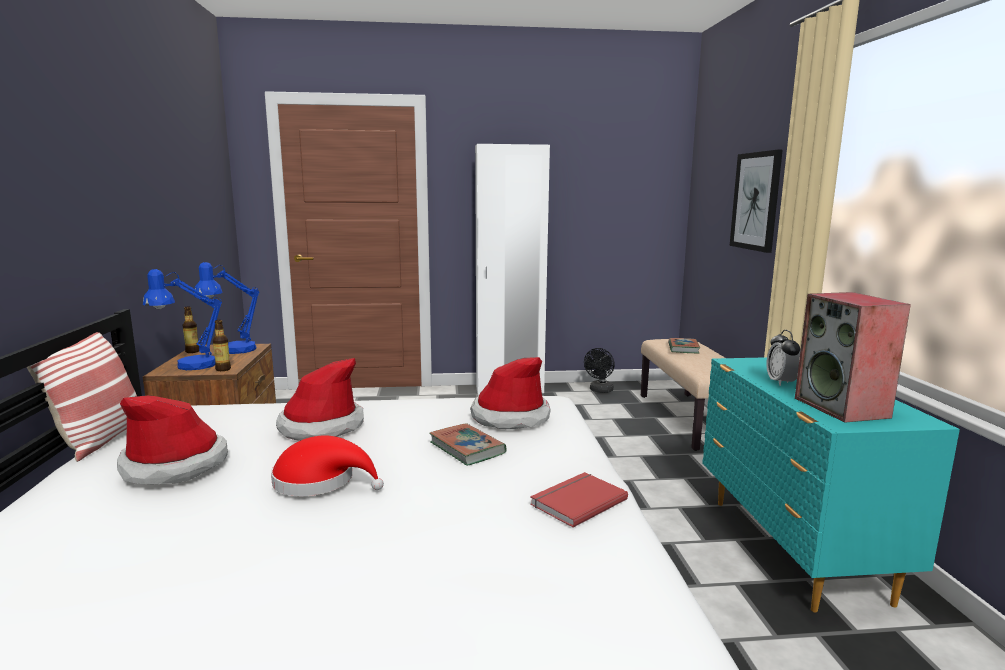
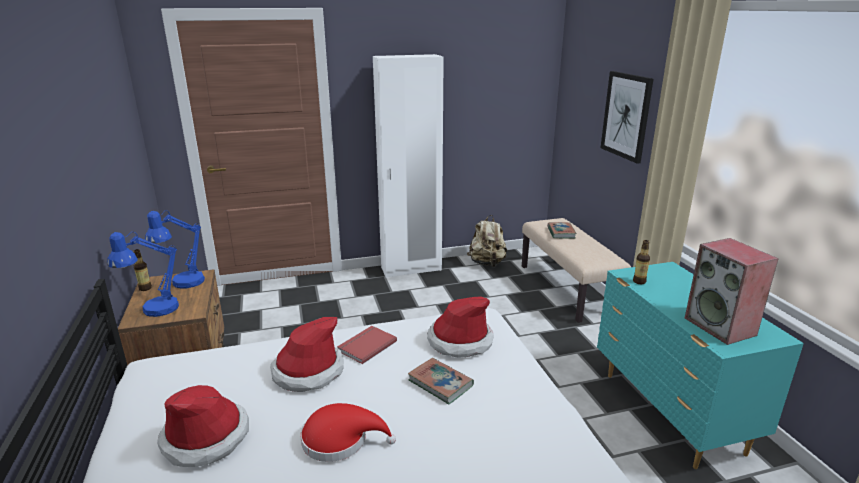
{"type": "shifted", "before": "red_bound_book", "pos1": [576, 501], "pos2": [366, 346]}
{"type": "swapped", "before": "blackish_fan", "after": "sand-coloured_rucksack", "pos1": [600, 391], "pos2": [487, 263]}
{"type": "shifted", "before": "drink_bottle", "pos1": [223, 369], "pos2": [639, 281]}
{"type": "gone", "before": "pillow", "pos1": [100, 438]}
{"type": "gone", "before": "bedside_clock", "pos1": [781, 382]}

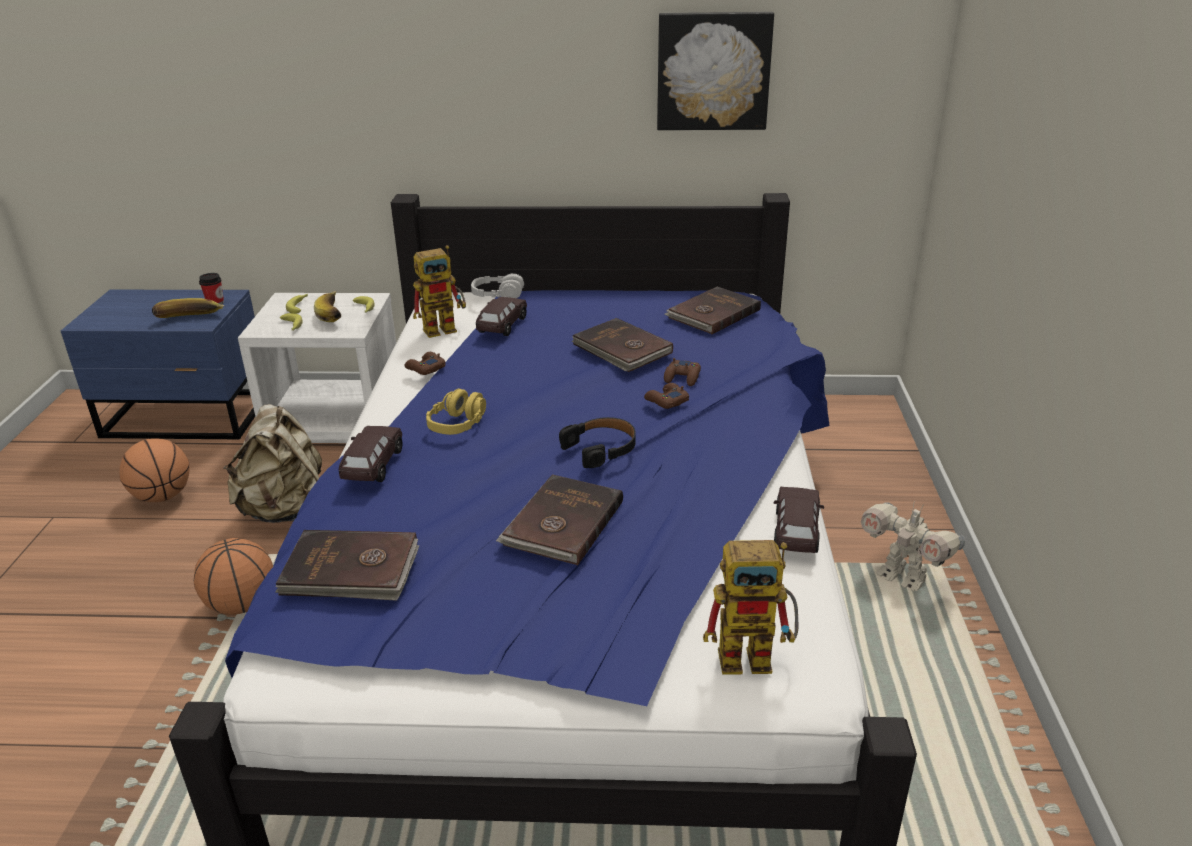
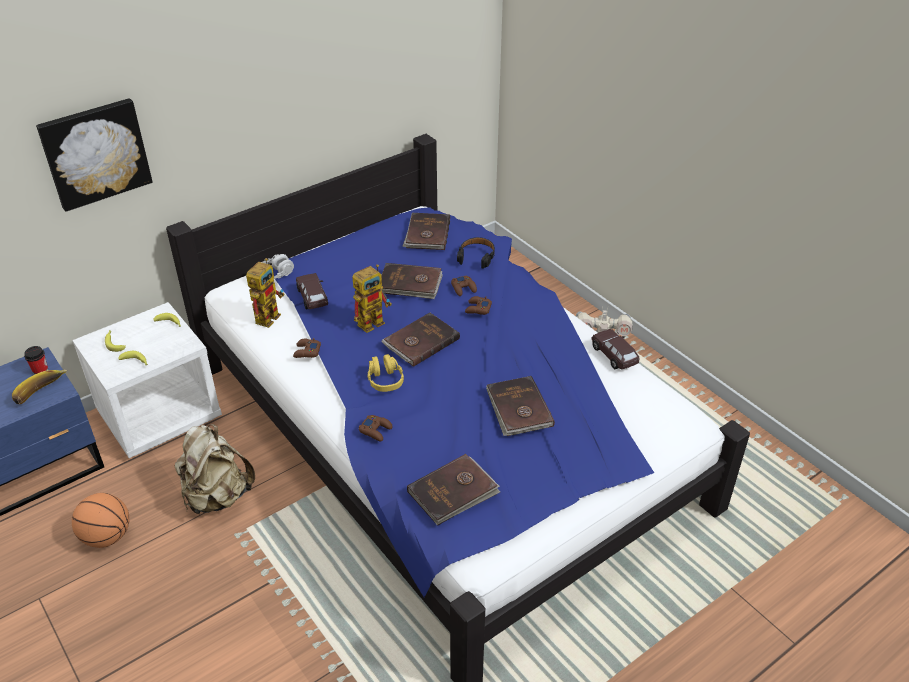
{"type": "shifted", "before": "picture", "pos1": [713, 71], "pos2": [95, 153]}
{"type": "shifted", "before": "robot_figure", "pos1": [756, 656], "pos2": [374, 320]}
{"type": "swapped", "before": "brown_model_car", "after": "brown_gamepad", "pos1": [373, 466], "pos2": [376, 430]}
{"type": "new", "after": "brown_bound_book", "pos2": [420, 341]}
{"type": "shifted", "before": "blackish_headphones", "pos1": [601, 448], "pos2": [476, 256]}
{"type": "gone", "before": "basketball", "pos1": [242, 605]}
{"type": "gone", "before": "whole_banana", "pos1": [335, 314]}

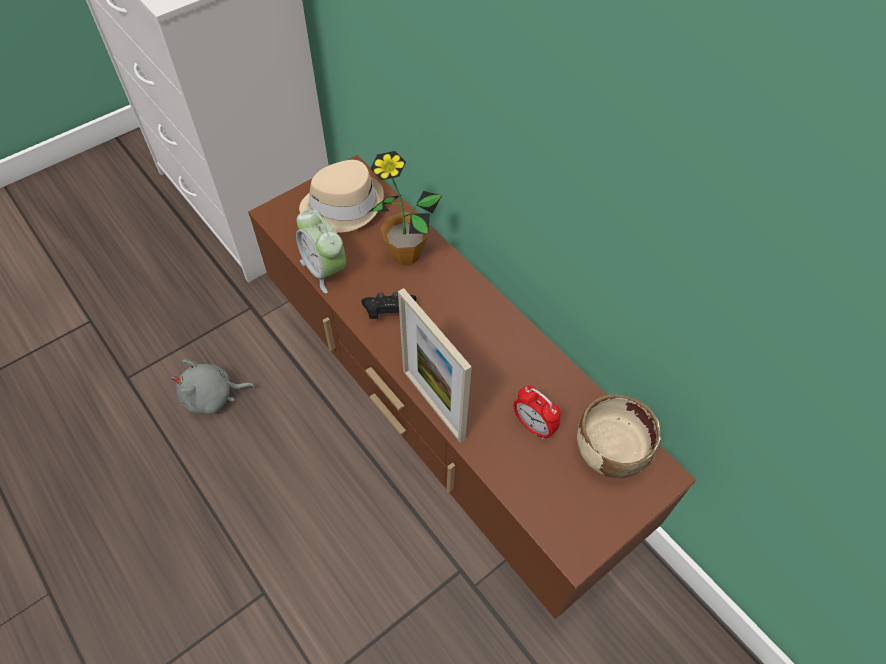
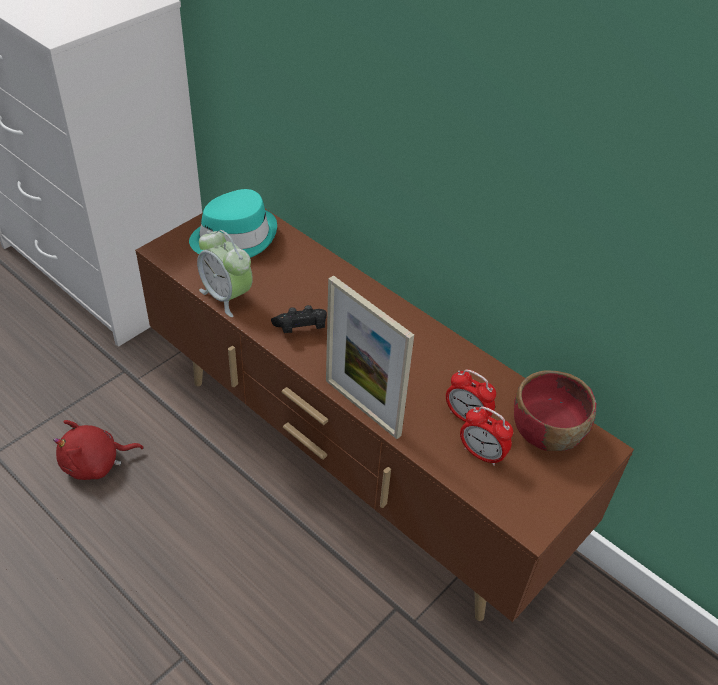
{"type": "repainted", "before": "greyish_cuddly_toy", "after": "red_cuddly_toy", "pos1": [213, 397], "pos2": [96, 463]}
{"type": "repainted", "before": "sand-coloured_wearable_hat", "after": "turquoise-coloured_wearable_hat", "pos1": [343, 205], "pos2": [234, 237]}
{"type": "new", "after": "bedside_clock", "pos2": [481, 454]}
{"type": "repainted", "before": "sand-coloured_bowl", "after": "red_bowl", "pos1": [609, 452], "pos2": [545, 433]}
{"type": "gone", "before": "houseplant", "pos1": [405, 254]}

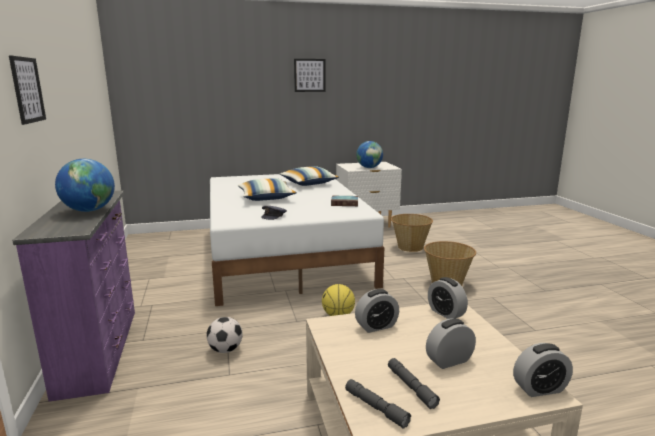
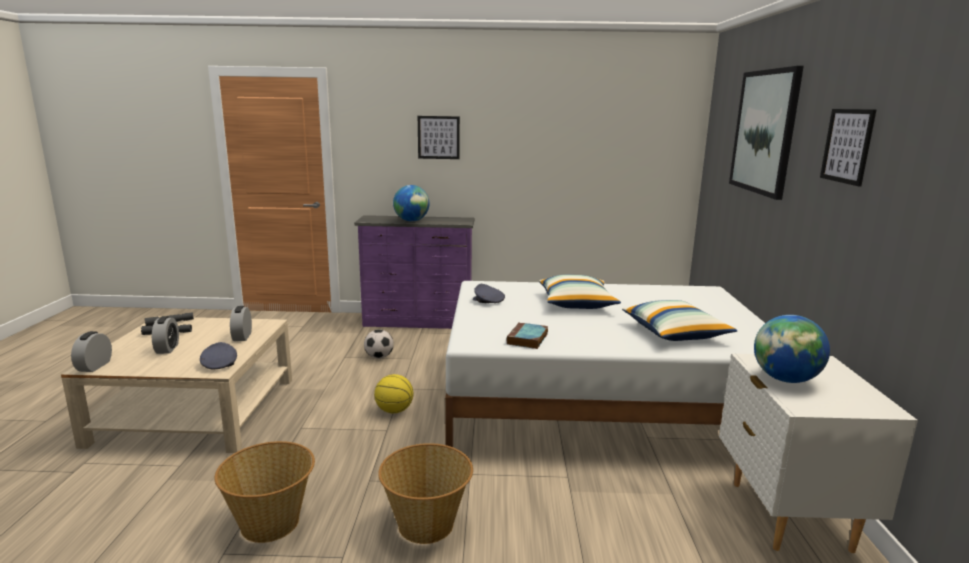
{"type": "swapped", "before": "bedside_clock", "after": "greyish_cap", "pos1": [445, 313], "pos2": [219, 364]}
{"type": "shifted", "before": "storage_basket", "pos1": [410, 247], "pos2": [271, 523]}
{"type": "new", "after": "picture", "pos2": [764, 132]}

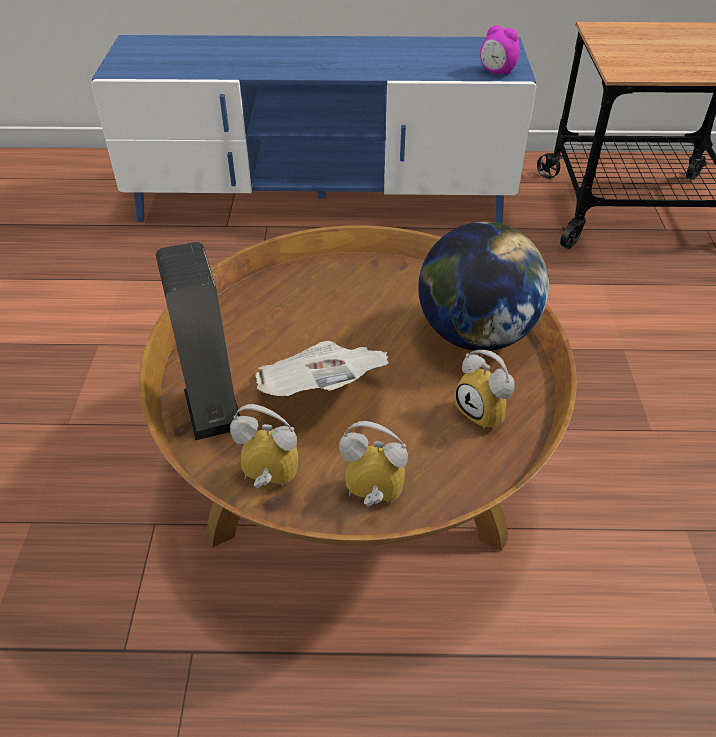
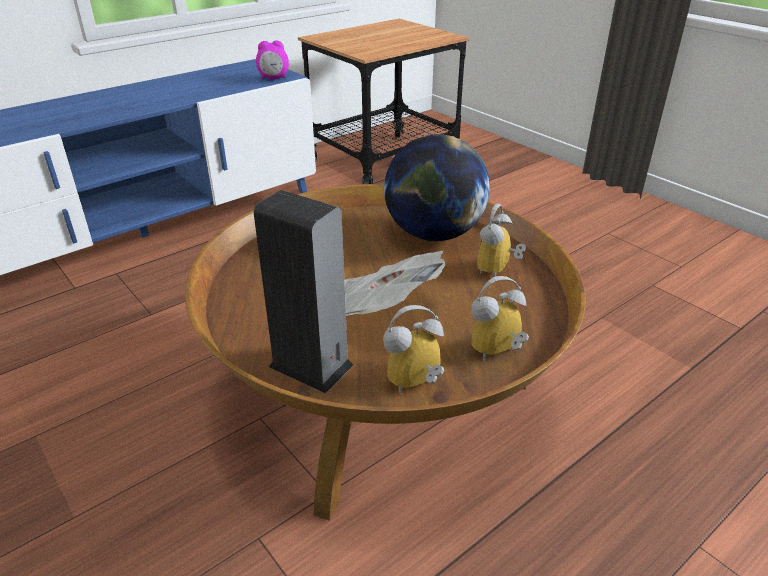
{"type": "rotated", "before": "bedside_clock", "pos1": [486, 412], "pos2": [498, 271], "turn": 105}

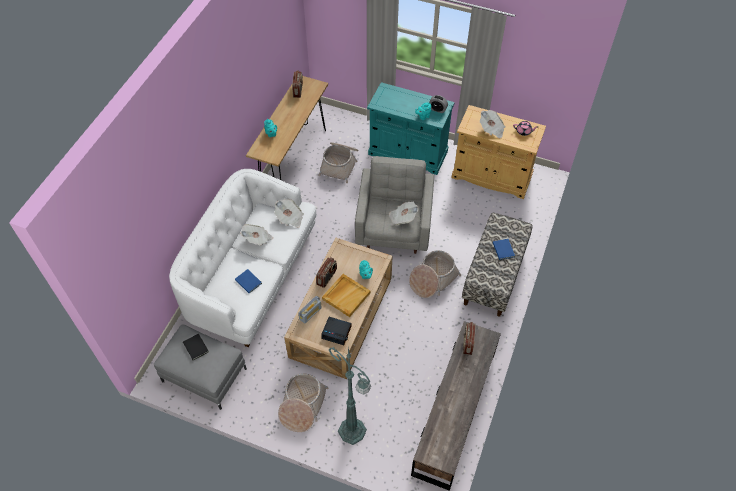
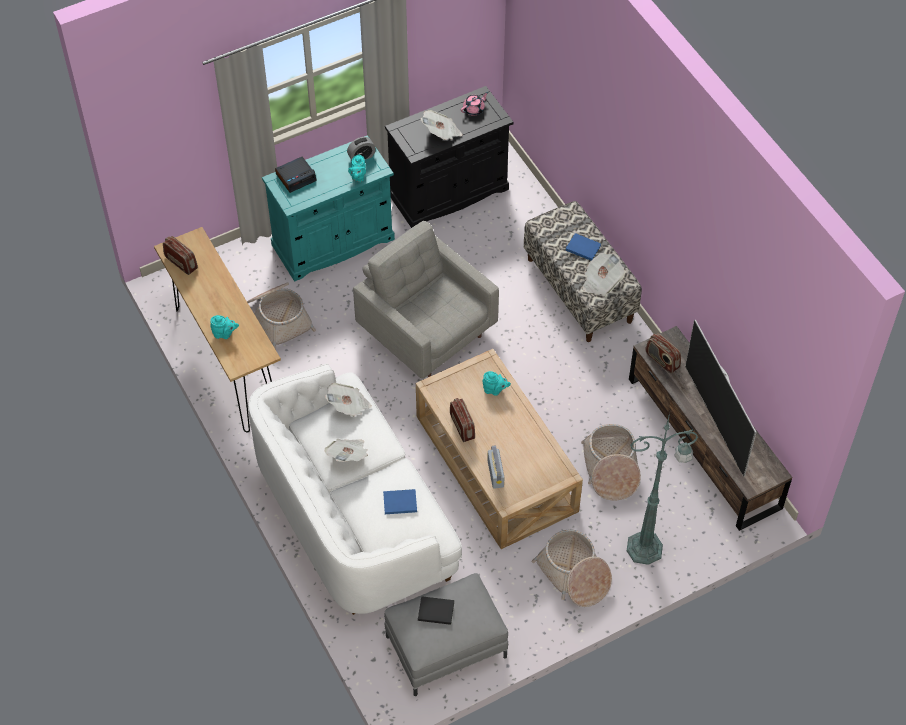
{"type": "shifted", "before": "bedside_clock", "pos1": [337, 332], "pos2": [296, 177]}
{"type": "repainted", "before": "sand-coloured_cabinet", "after": "blackish_cabinet", "pos1": [491, 176], "pos2": [449, 192]}
{"type": "shifted", "before": "storage_basket", "pos1": [432, 279], "pos2": [610, 469]}
{"type": "shifted", "before": "daily_paper", "pos1": [402, 218], "pos2": [601, 281]}
{"type": "new", "after": "television", "pos2": [715, 420]}
{"type": "gone", "before": "sand-coloured_tray", "pos1": [346, 295]}

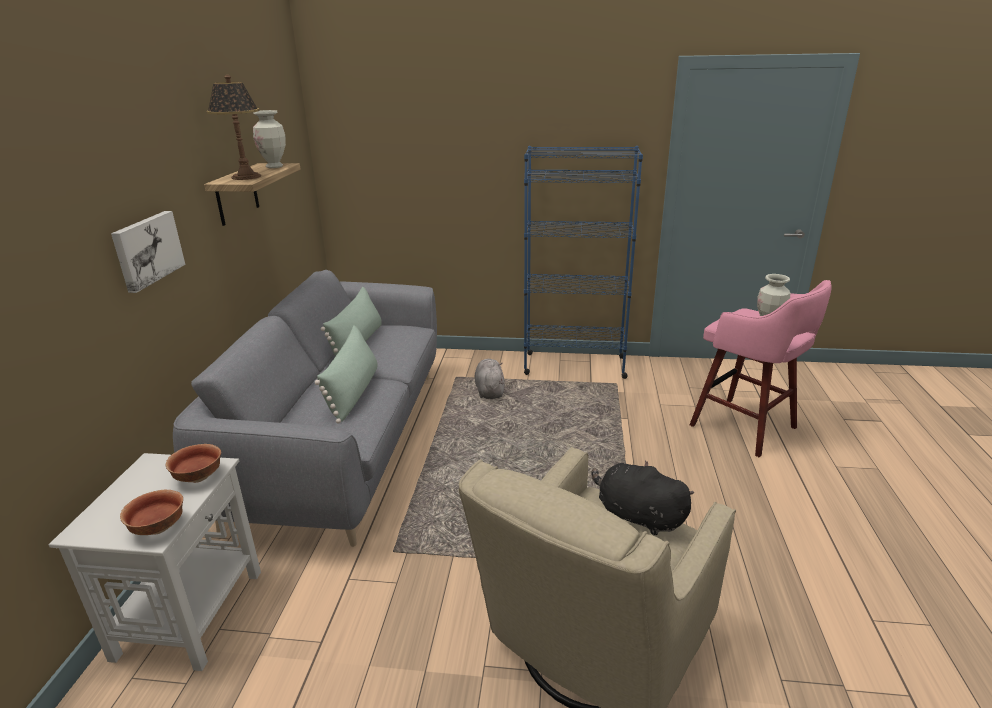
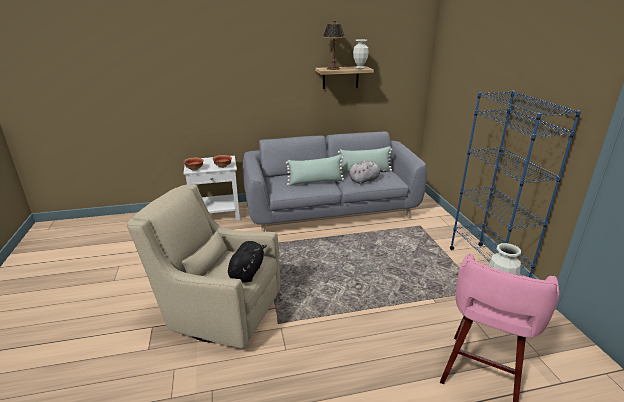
{"type": "shifted", "before": "greyish_cuddly_toy", "pos1": [489, 390], "pos2": [365, 180]}
{"type": "gone", "before": "picture", "pos1": [147, 250]}

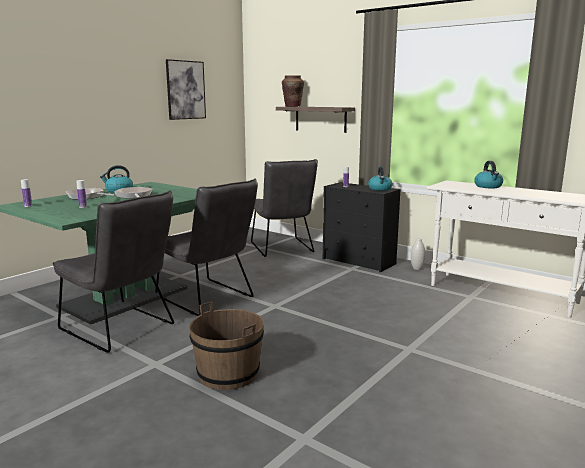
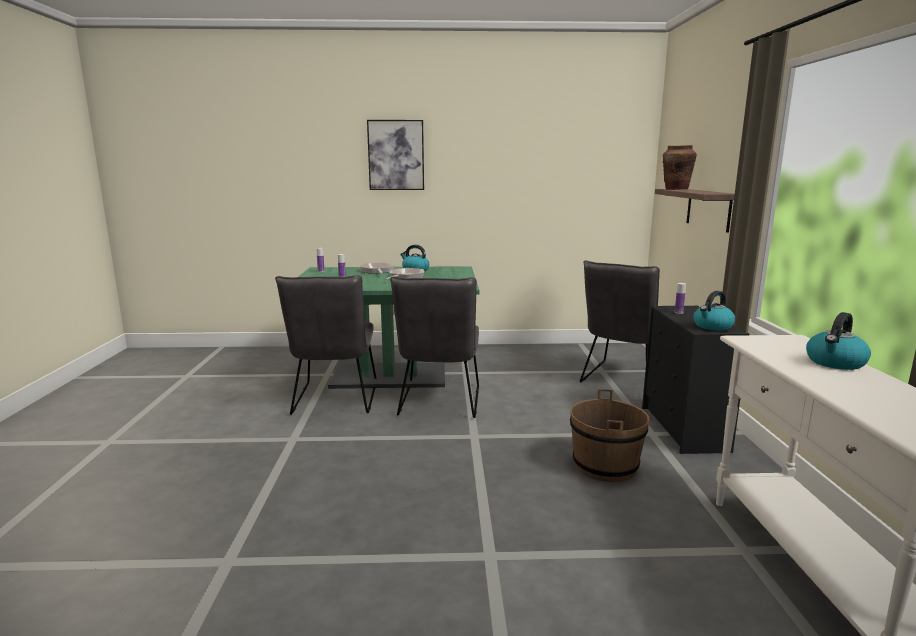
{"type": "shifted", "before": "picture", "pos1": [185, 90], "pos2": [396, 155]}
{"type": "shifted", "before": "brown_water_bucket", "pos1": [228, 374], "pos2": [605, 466]}
{"type": "gone", "before": "white_flower_vase", "pos1": [417, 268]}

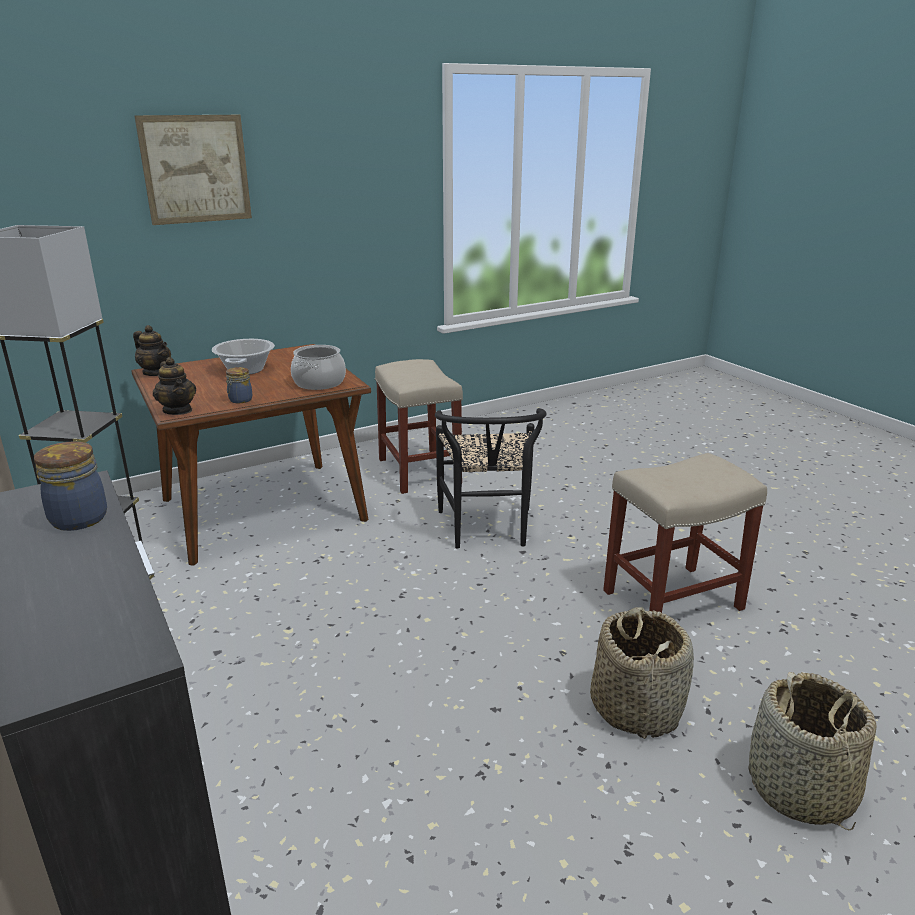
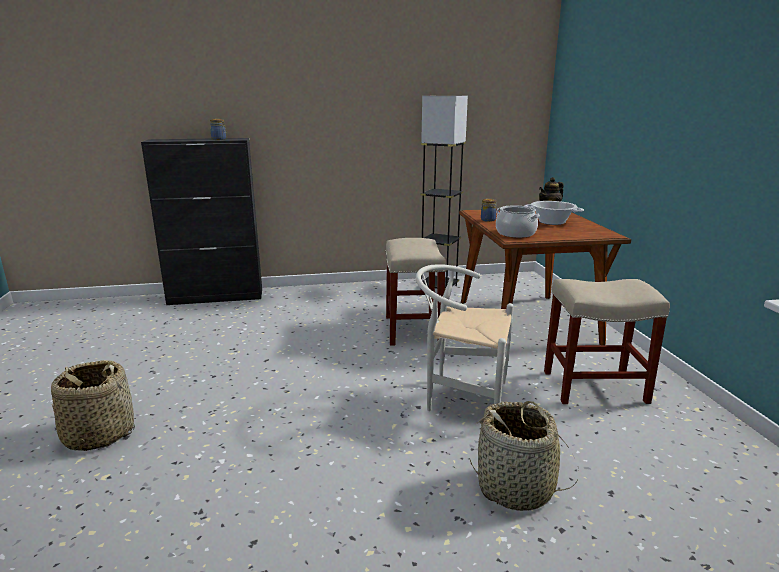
{"type": "shifted", "before": "sand-coloured_stool", "pos1": [671, 601], "pos2": [412, 329]}
{"type": "repainted", "before": "blackish_chair", "after": "white_chair", "pos1": [487, 531], "pos2": [460, 398]}
{"type": "shifted", "before": "storage_basket", "pos1": [636, 707], "pos2": [516, 488]}
{"type": "gone", "before": "picture", "pos1": [195, 169]}
{"type": "gone", "before": "tea_pot", "pos1": [178, 410]}

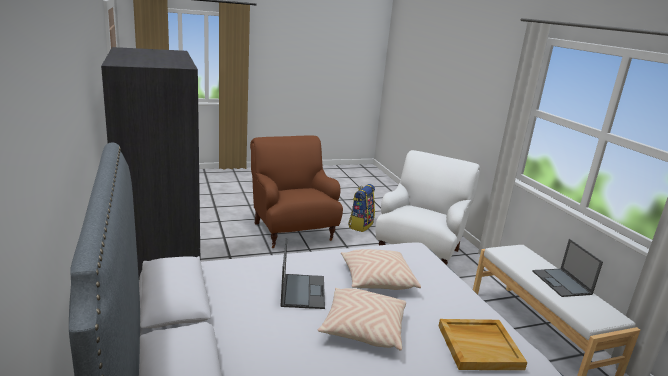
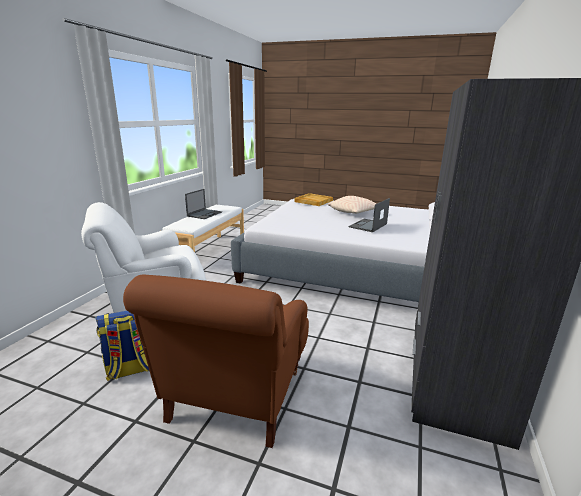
{"type": "gone", "before": "sand-coloured_pillow", "pos1": [377, 280]}

